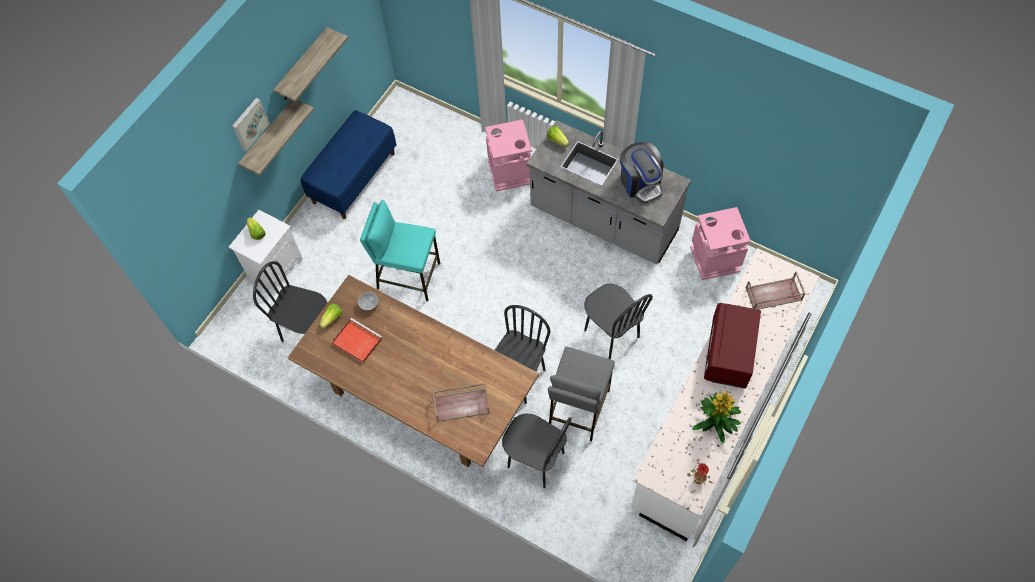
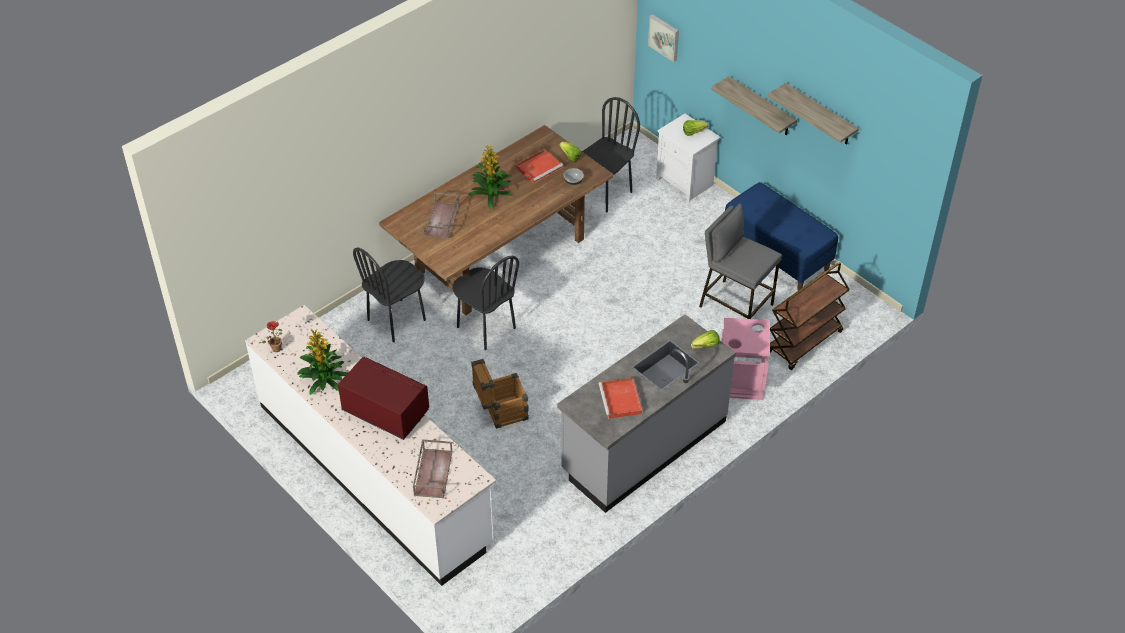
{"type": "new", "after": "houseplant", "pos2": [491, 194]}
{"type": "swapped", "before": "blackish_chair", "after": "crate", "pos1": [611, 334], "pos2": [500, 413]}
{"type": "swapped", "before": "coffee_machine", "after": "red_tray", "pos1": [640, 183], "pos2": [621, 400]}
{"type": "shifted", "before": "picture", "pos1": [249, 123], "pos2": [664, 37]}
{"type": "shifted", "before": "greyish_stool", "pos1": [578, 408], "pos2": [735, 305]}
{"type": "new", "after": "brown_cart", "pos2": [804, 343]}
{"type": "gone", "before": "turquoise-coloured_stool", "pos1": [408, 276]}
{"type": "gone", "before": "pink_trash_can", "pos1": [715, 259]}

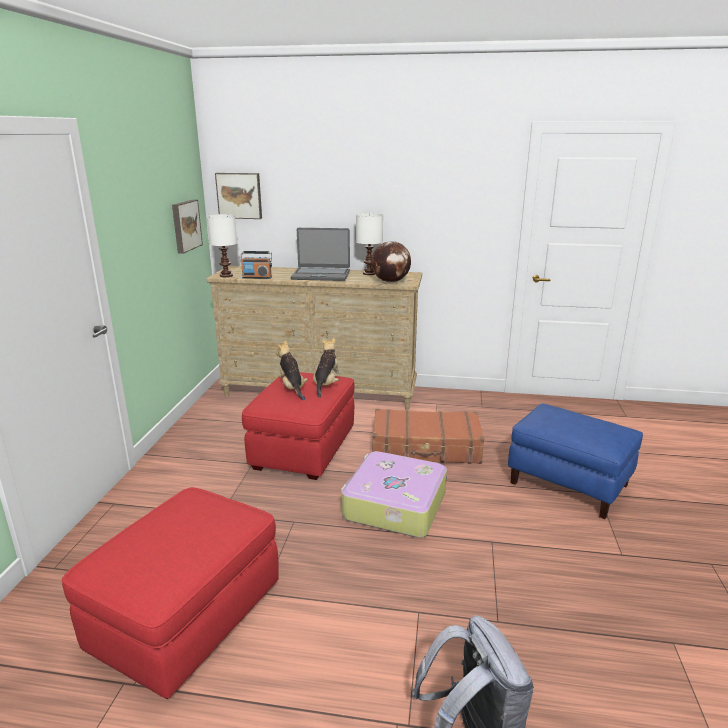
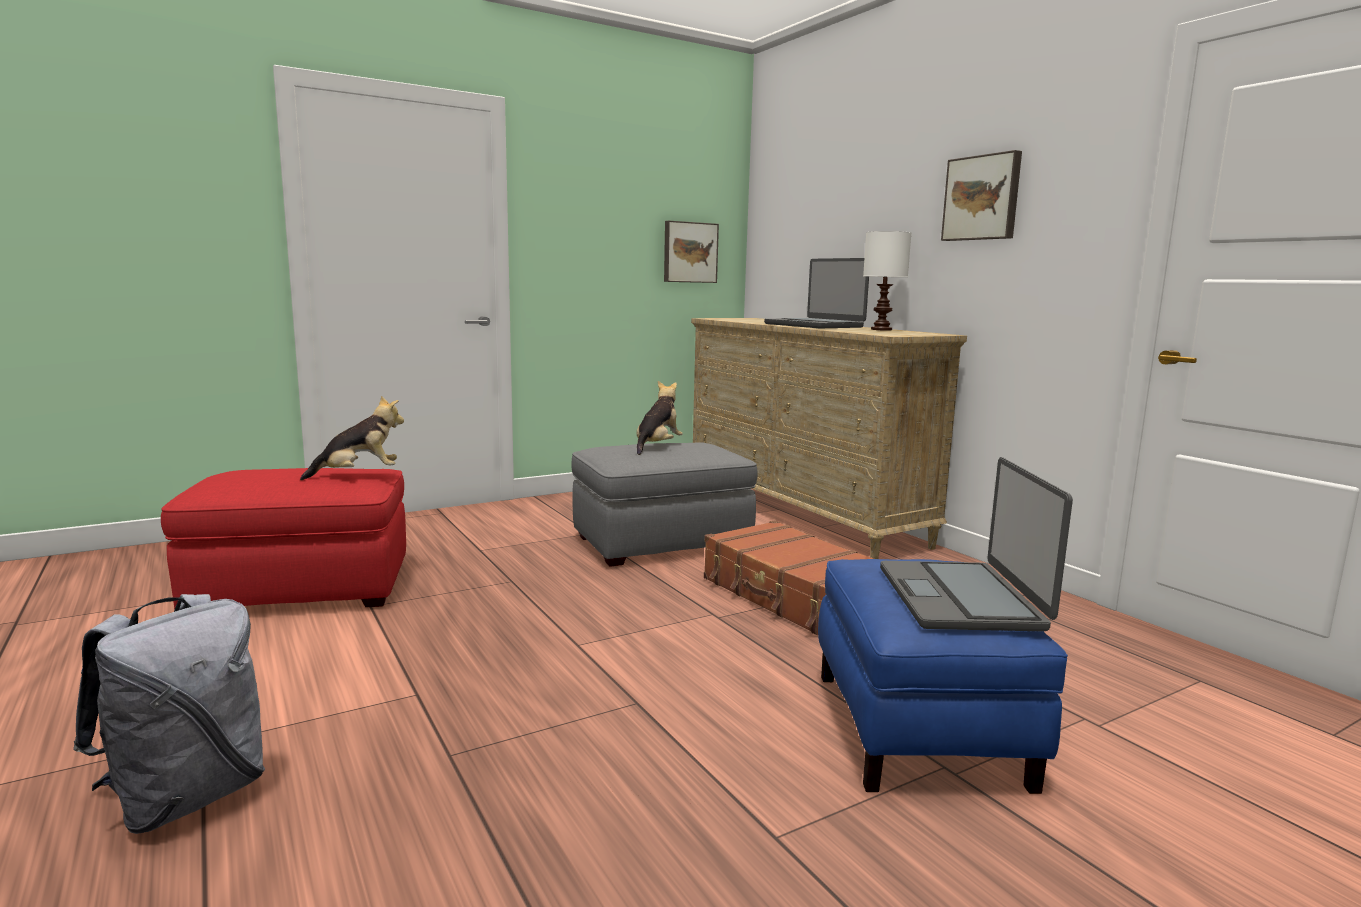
{"type": "shifted", "before": "cuddly_toy", "pos1": [326, 385], "pos2": [359, 475]}
{"type": "repainted", "before": "red_pouffe", "after": "greyish_pouffe", "pos1": [303, 449], "pos2": [660, 543]}
{"type": "new", "after": "notebook_computer", "pos2": [961, 598]}
{"type": "shifted", "before": "picture", "pos1": [239, 195], "pos2": [982, 198]}
{"type": "gone", "before": "white_lamp_for_a_table", "pos1": [225, 276]}
{"type": "gone", "before": "radio", "pos1": [257, 277]}
{"type": "gone", "before": "travel_case", "pos1": [393, 505]}
{"type": "gone", "before": "world_globe", "pos1": [391, 281]}

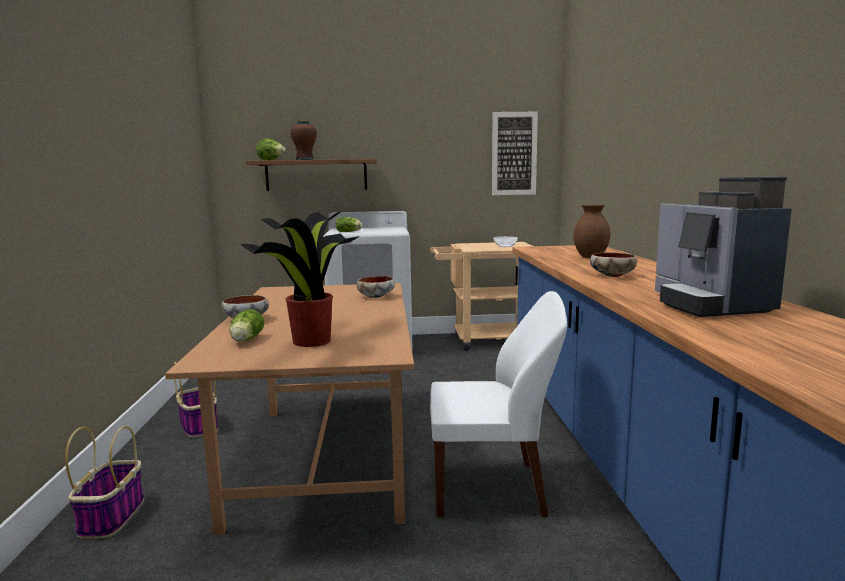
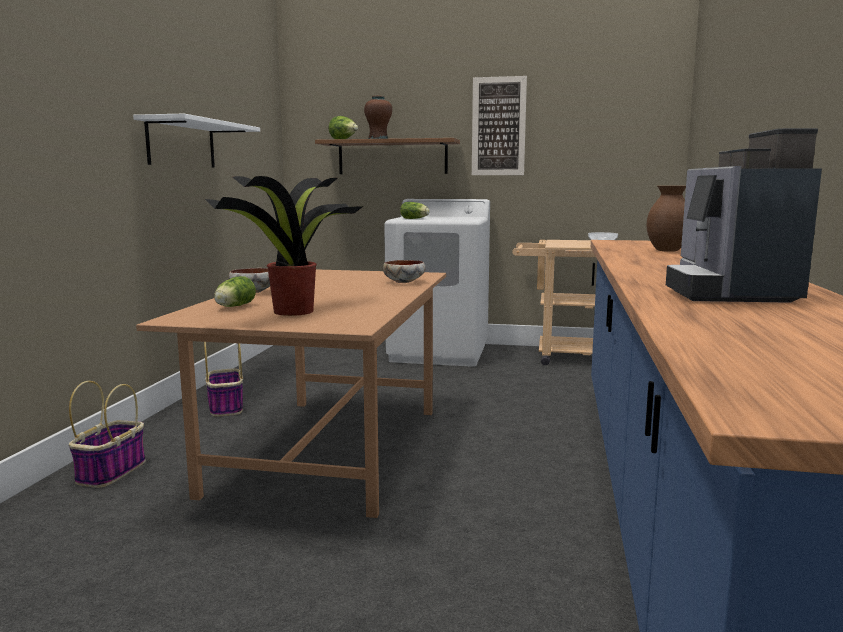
{"type": "new", "after": "white_shelf", "pos2": [181, 144]}
{"type": "shifted", "before": "picture", "pos1": [514, 153], "pos2": [498, 126]}
{"type": "gone", "before": "white_chair", "pos1": [491, 489]}
{"type": "gone", "before": "bowl", "pos1": [611, 275]}

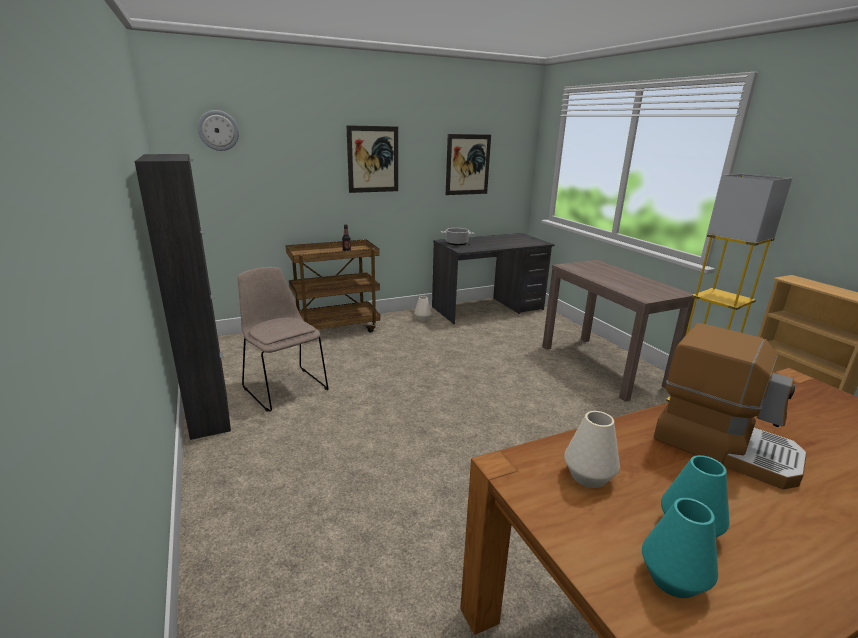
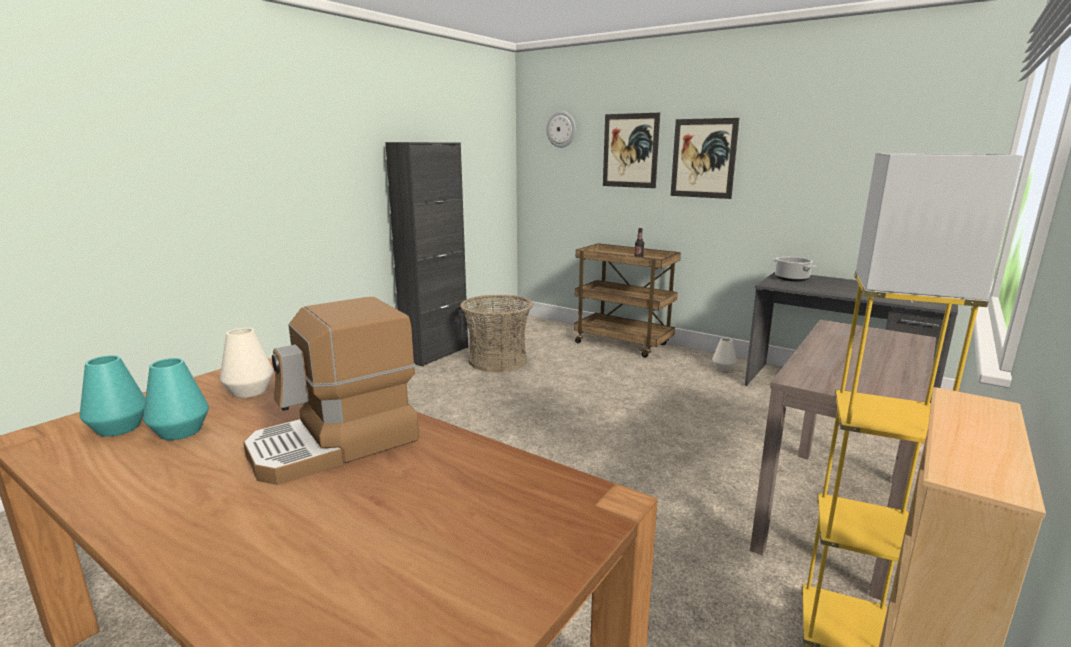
{"type": "rotated", "before": "coffee_machine", "pos1": [724, 445], "pos2": [336, 445], "turn": 45}
{"type": "swapped", "before": "sand-coloured_chair", "after": "storage_basket", "pos1": [284, 387], "pos2": [498, 361]}
{"type": "shifted", "before": "picture", "pos1": [468, 164], "pos2": [630, 150]}

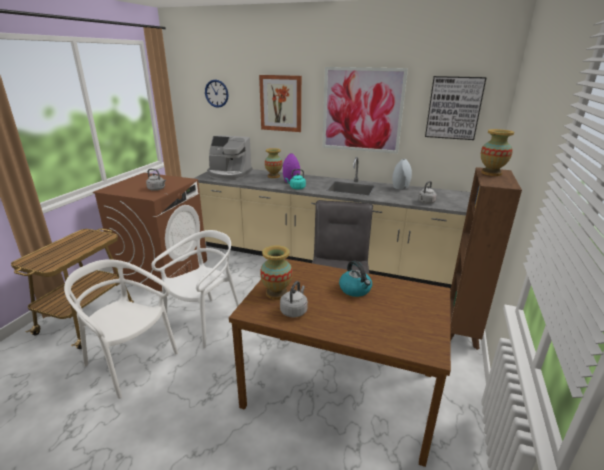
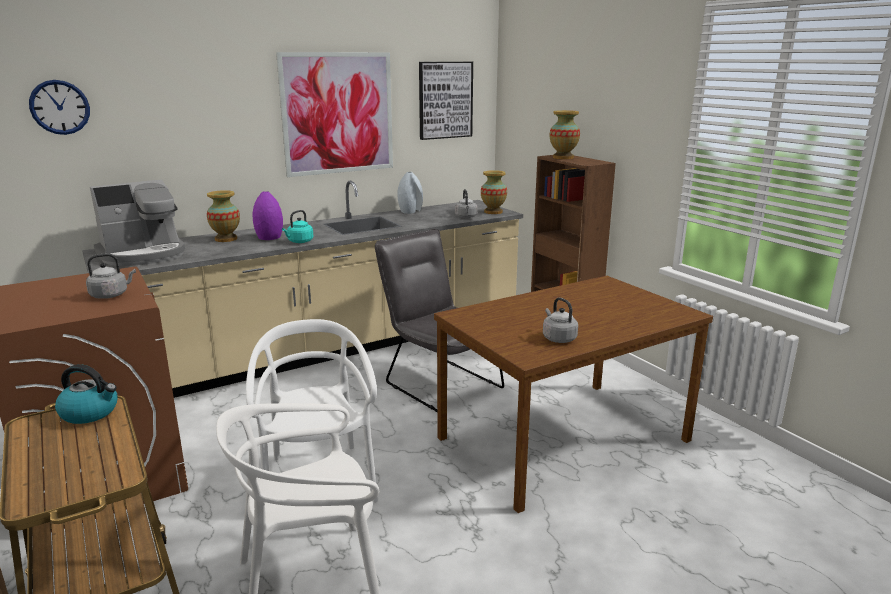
{"type": "shifted", "before": "tea_kettle", "pos1": [355, 289], "pos2": [90, 412]}
{"type": "shifted", "before": "flower_vase", "pos1": [276, 293], "pos2": [493, 212]}
{"type": "gone", "before": "picture", "pos1": [281, 103]}

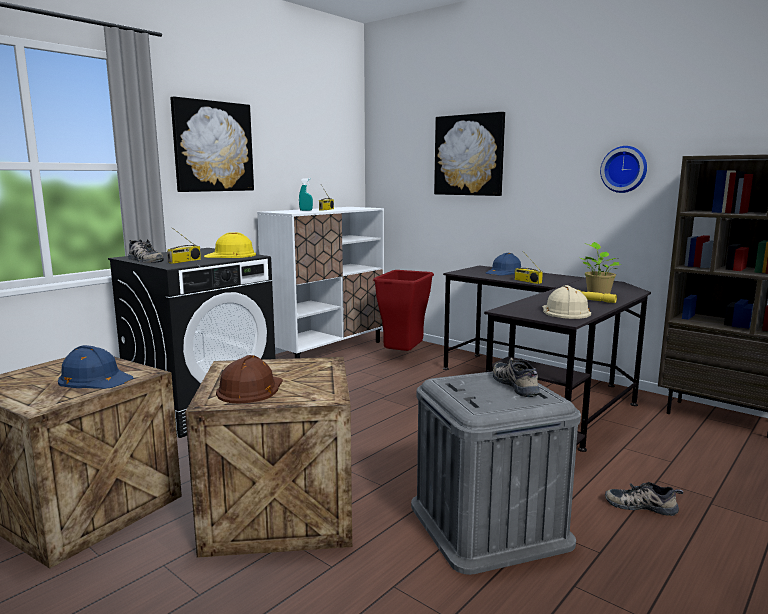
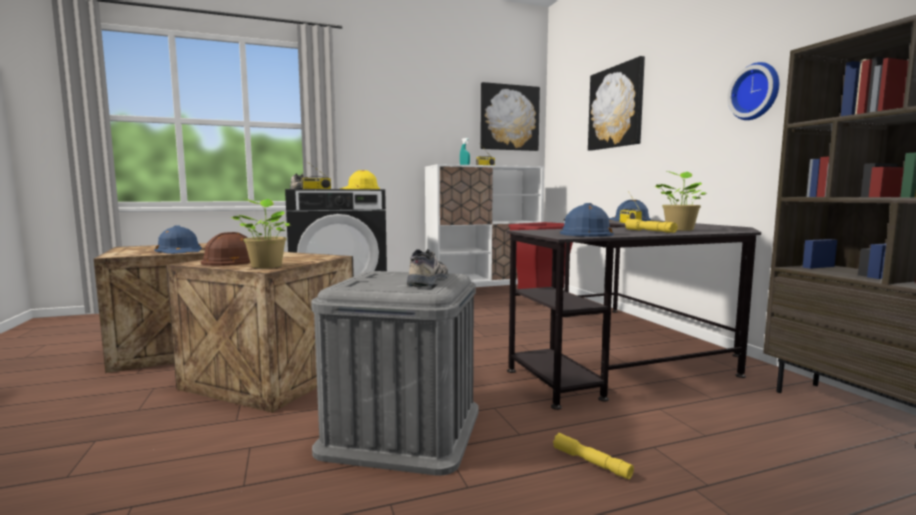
{"type": "new", "after": "houseplant", "pos2": [266, 266]}
{"type": "shifted", "before": "picture", "pos1": [213, 146], "pos2": [509, 118]}
{"type": "swapped", "before": "shoe", "after": "yellow-coloured_flashlight", "pos1": [641, 505], "pos2": [591, 463]}
{"type": "repainted", "before": "sand-coloured_work_helmet", "after": "bluish_work_helmet", "pos1": [564, 311], "pos2": [587, 233]}

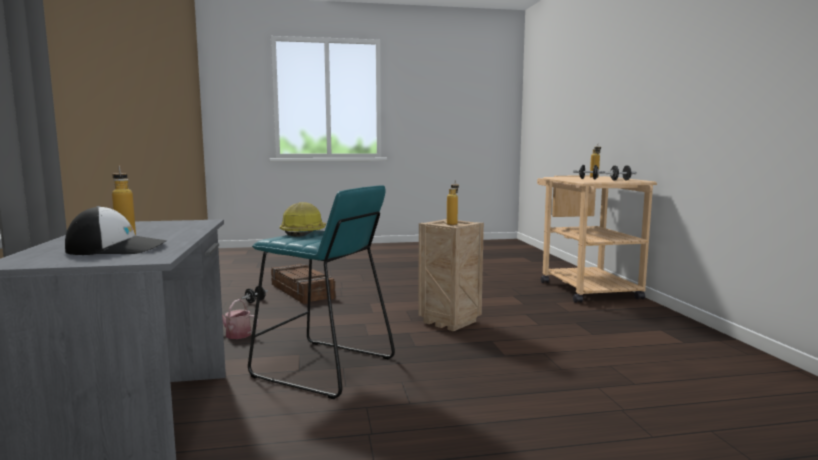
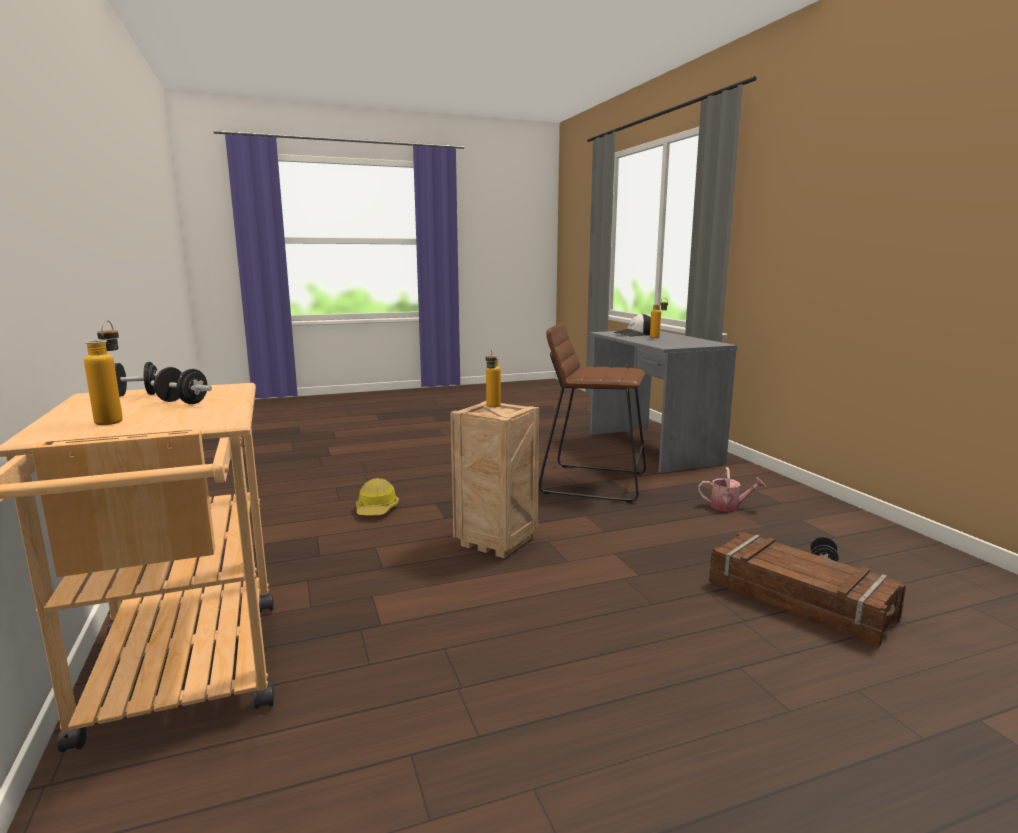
{"type": "shifted", "before": "work_helmet", "pos1": [304, 232], "pos2": [377, 509]}
{"type": "repainted", "before": "turquoise-coloured_stool", "after": "brown_stool", "pos1": [323, 368], "pos2": [593, 482]}

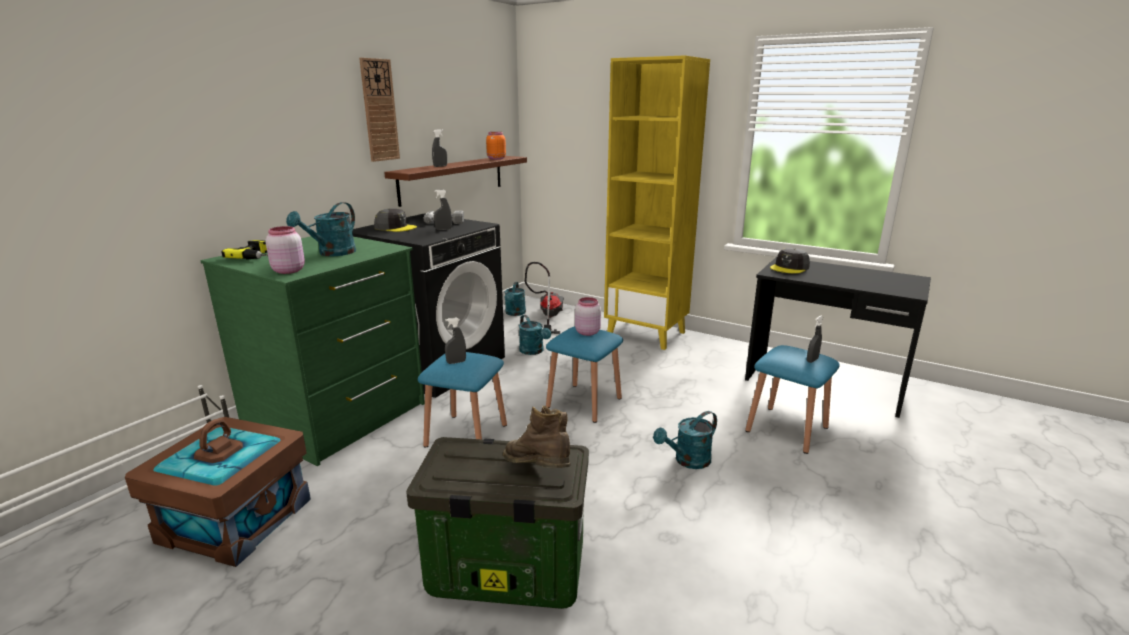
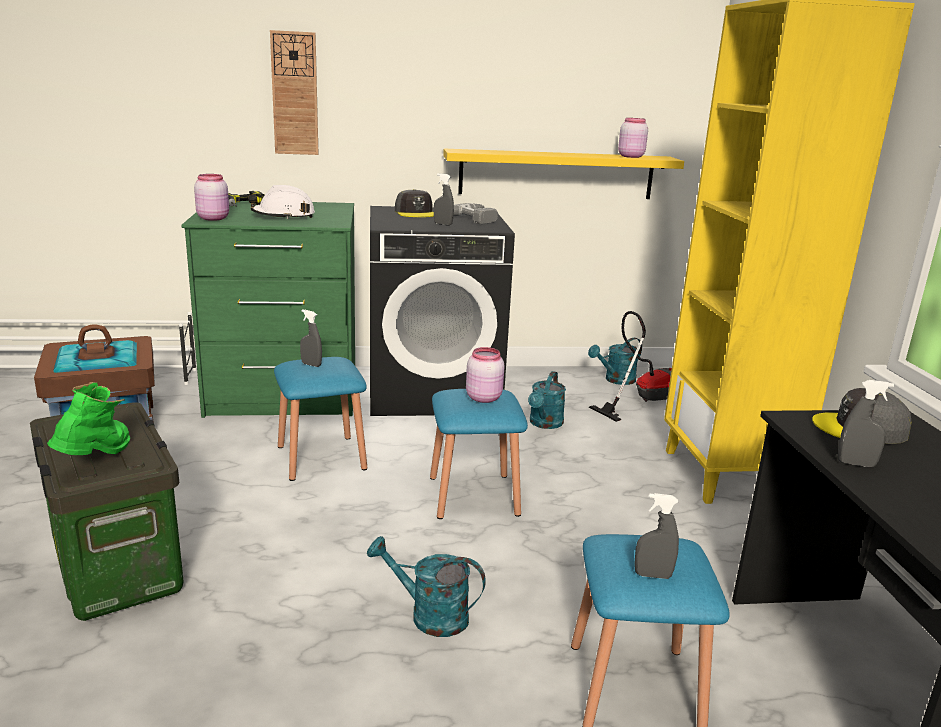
{"type": "repainted", "before": "brown_boot", "after": "green_boot", "pos1": [539, 472], "pos2": [97, 459]}
{"type": "swapped", "before": "turquoise-coloured_sprinkling_can", "after": "white_work_helmet", "pos1": [332, 253], "pos2": [283, 216]}
{"type": "shifted", "before": "clock_on_the_wall", "pos1": [379, 110], "pos2": [295, 94]}
{"type": "repainted", "before": "brown_shelf", "after": "yellow-coloured_shelf", "pos1": [453, 179], "pos2": [557, 174]}
{"type": "repainted", "before": "orangey_storage_jar", "after": "pink_storage_jar", "pos1": [496, 159], "pos2": [630, 156]}
{"type": "shifted", "before": "greyish_spray_bottle", "pos1": [440, 166], "pos2": [856, 464]}

